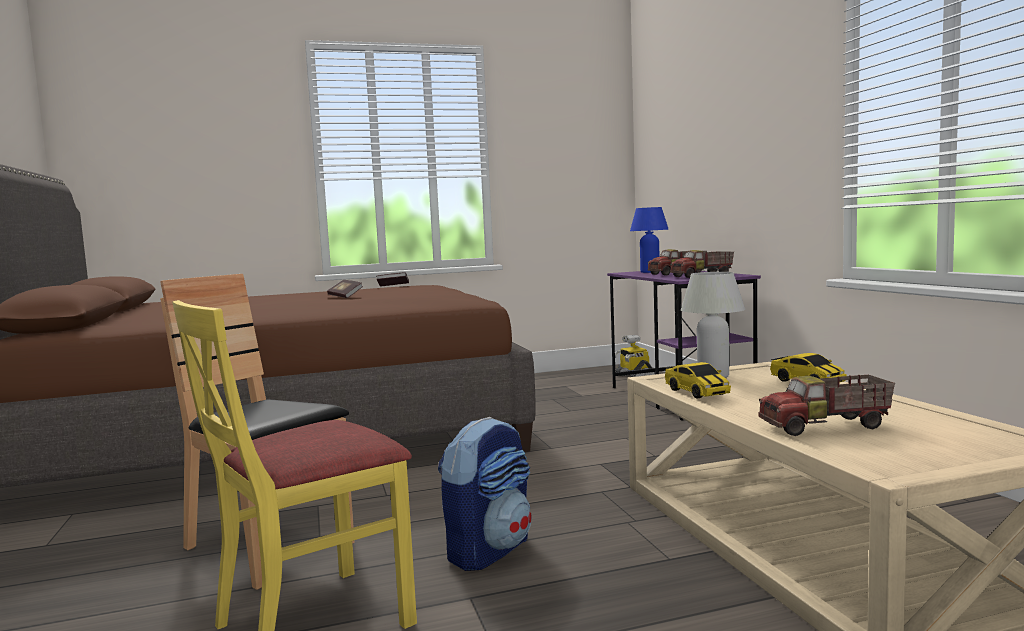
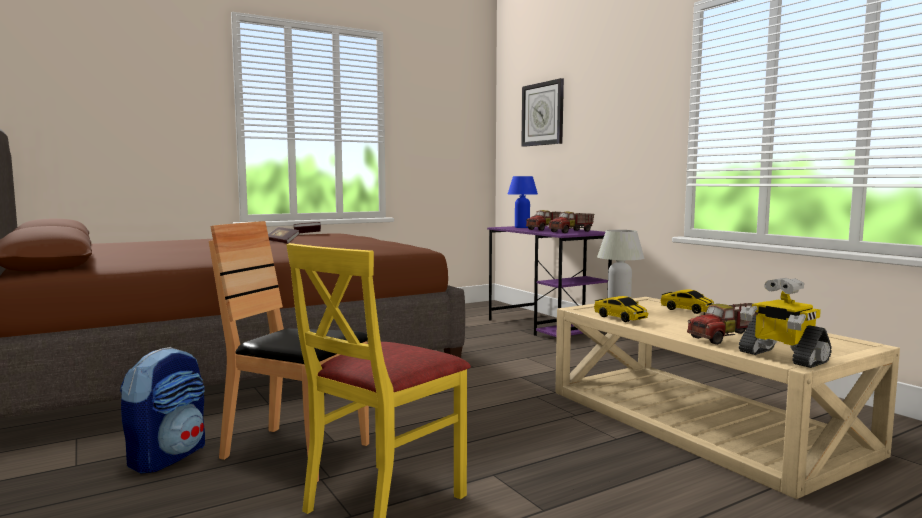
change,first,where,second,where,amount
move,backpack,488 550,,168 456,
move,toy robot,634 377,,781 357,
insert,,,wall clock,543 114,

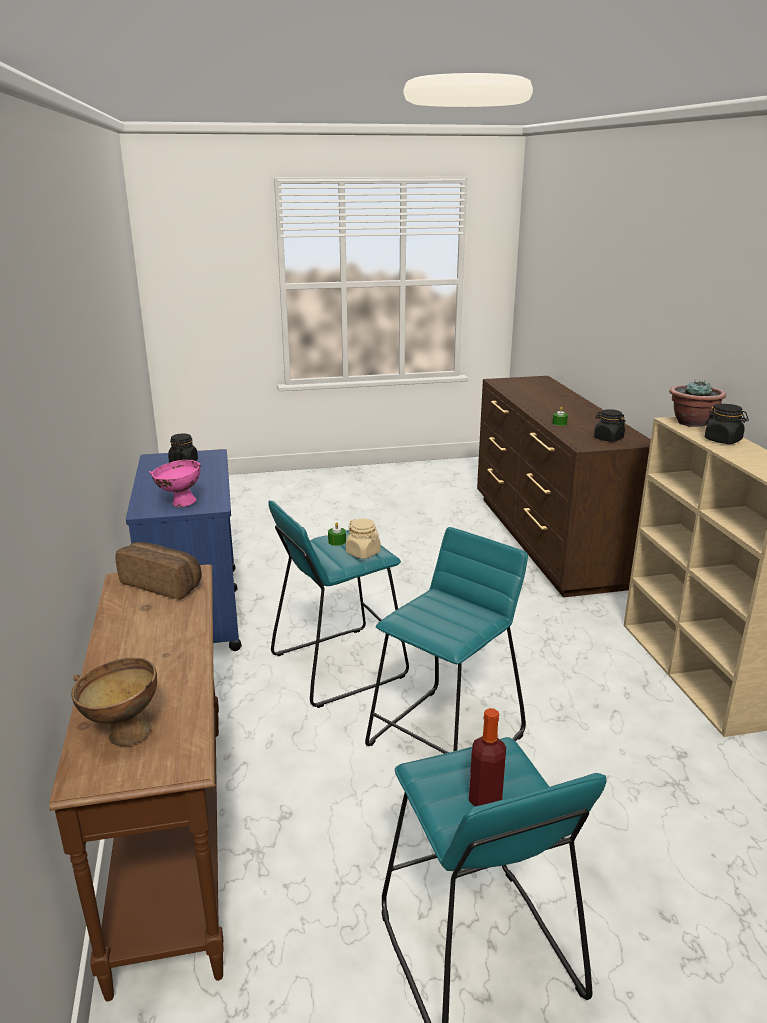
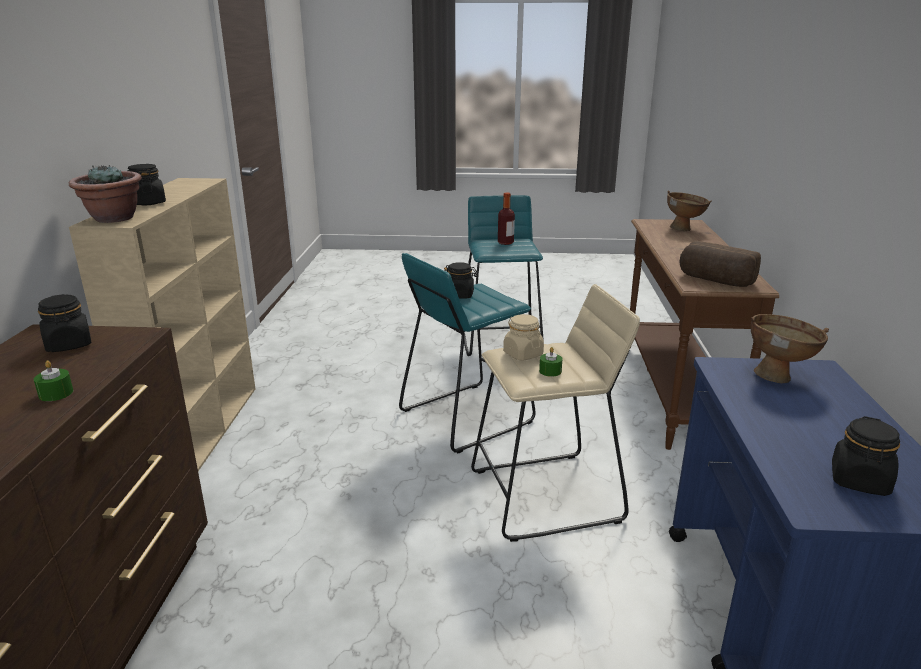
change,first,where,second,where,amount
recolor,pink bowl,178 503,brown bowl,779 376,
recolor,turquoise stool,338 665,beige stool,546 496,
insert,,,black jar,460 295,

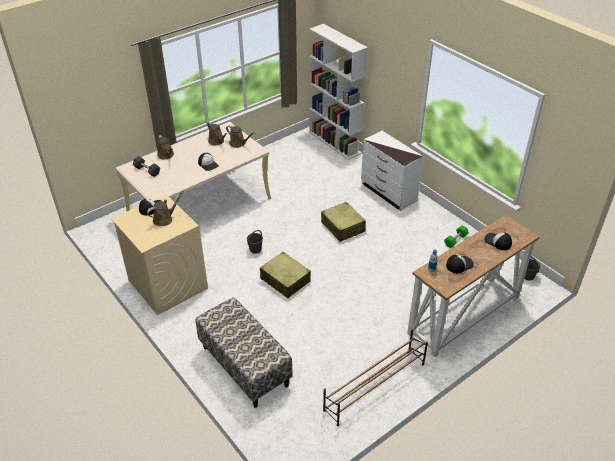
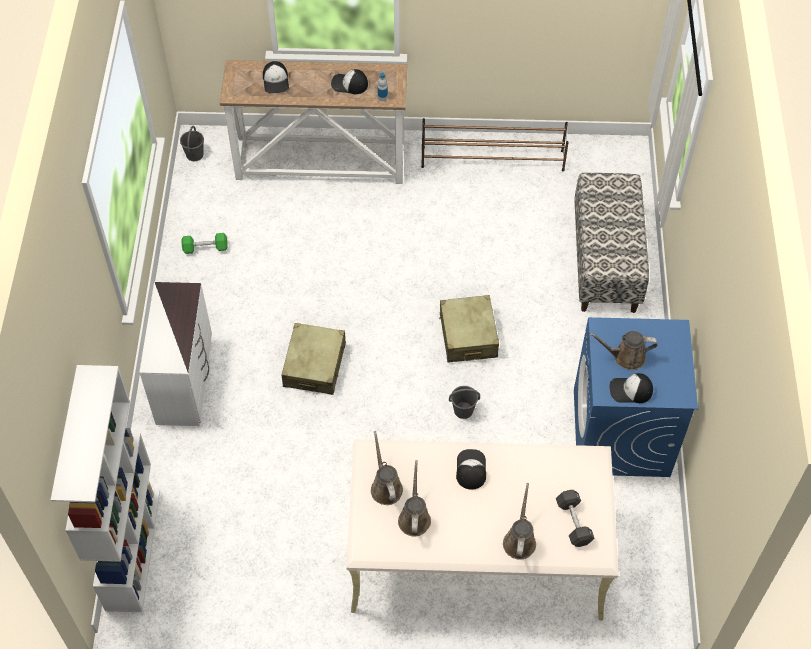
change,first,where,second,where,amount
recolor,beige washing machine,167 284,blue washing machine,621 433,

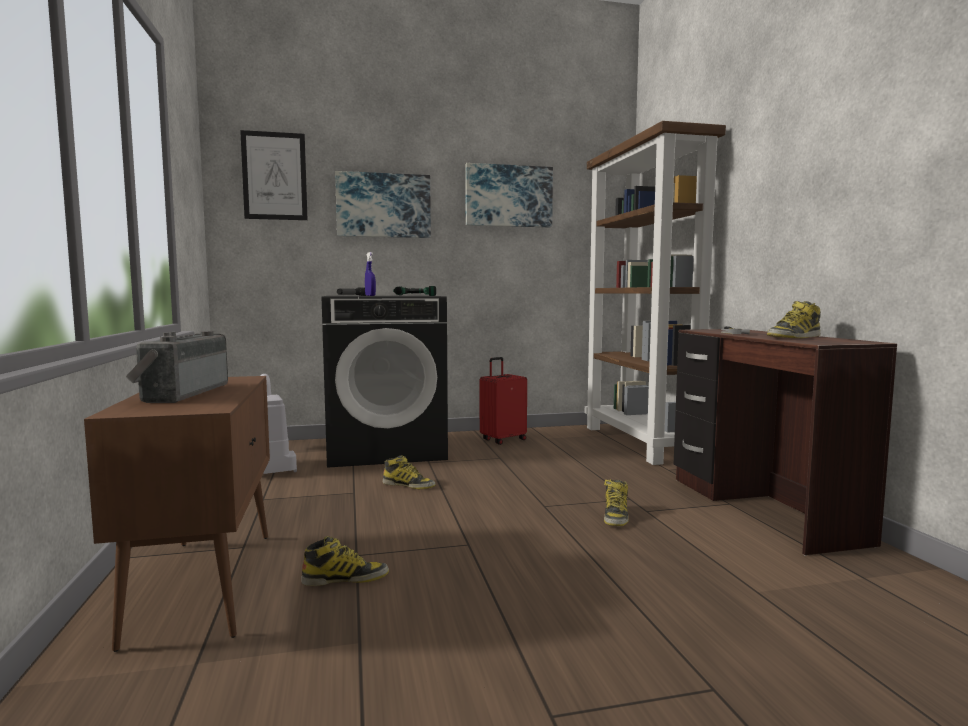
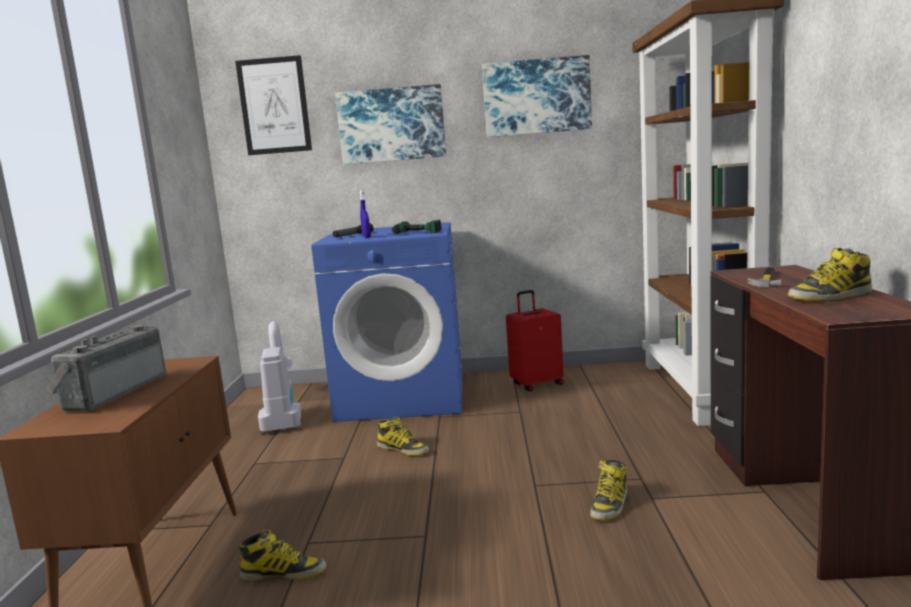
change,first,where,second,where,amount
recolor,black washing machine,386 449,blue washing machine,404 397,

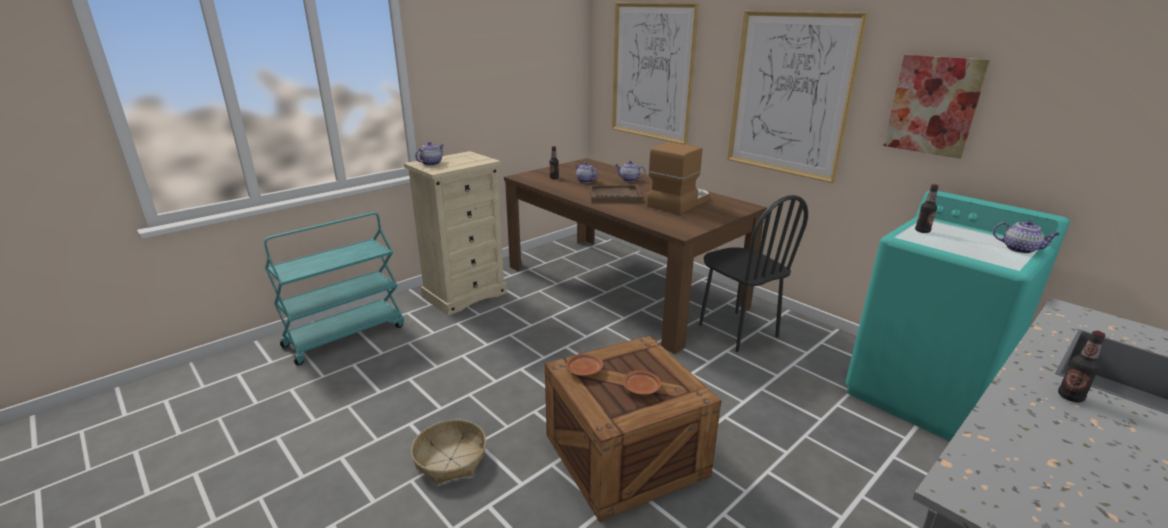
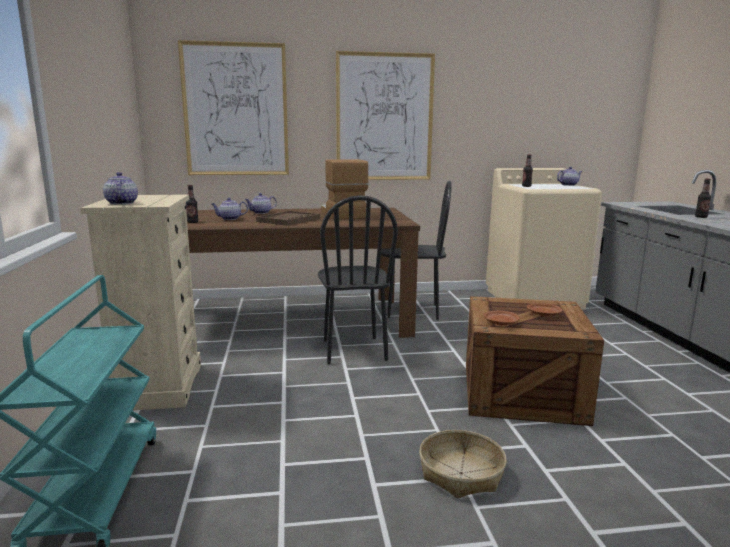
change,first,where,second,where,amount
recolor,turquoise washing machine,922 394,beige washing machine,534 299,
delete,picture,933 105,,,
insert,,,black chair,353 350,

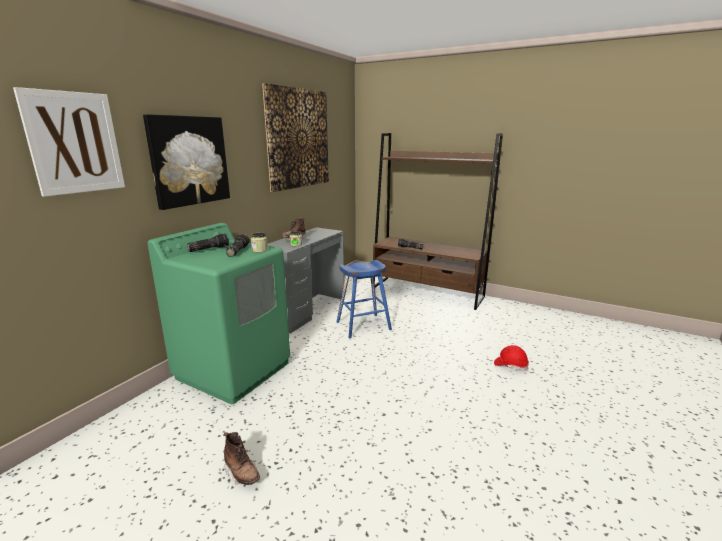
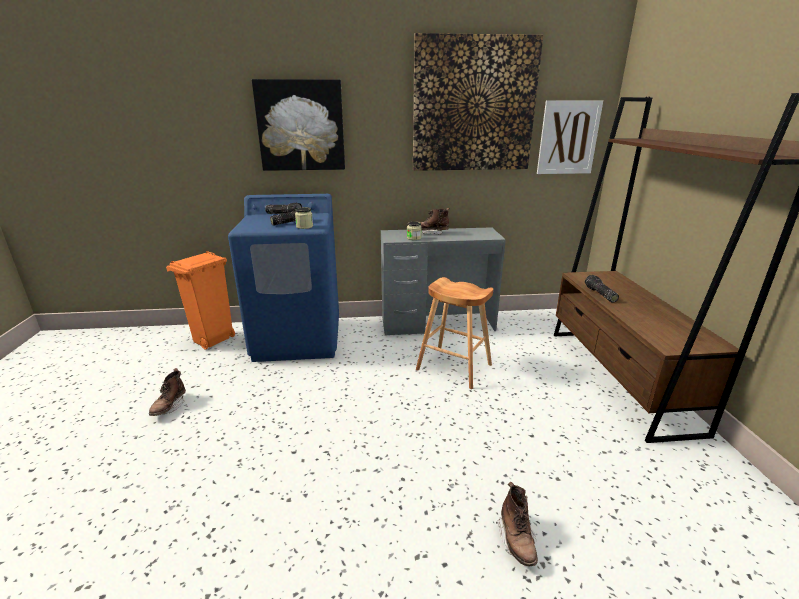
change,first,where,second,where,amount
move,picture,74 143,,568 138,
recolor,green washing machine,234 370,blue washing machine,298 339,
recolor,blue stool,363 326,brown stool,454 367,
replace,red hard hat,510 365,brown boot,516 541,
insert,,,orange trash can,213 340,

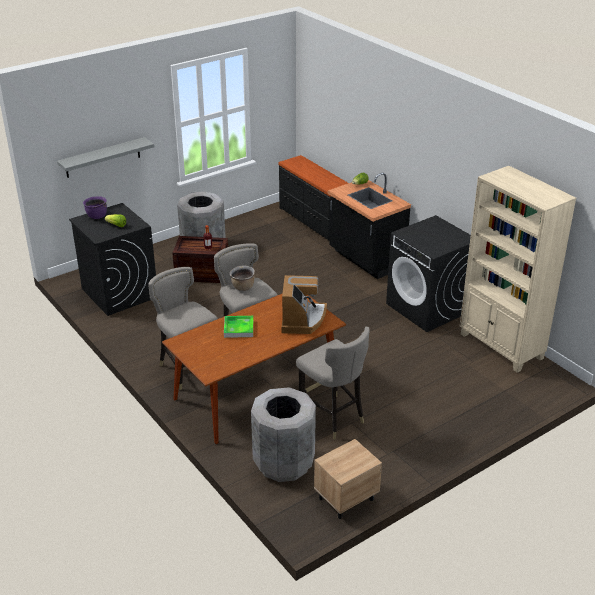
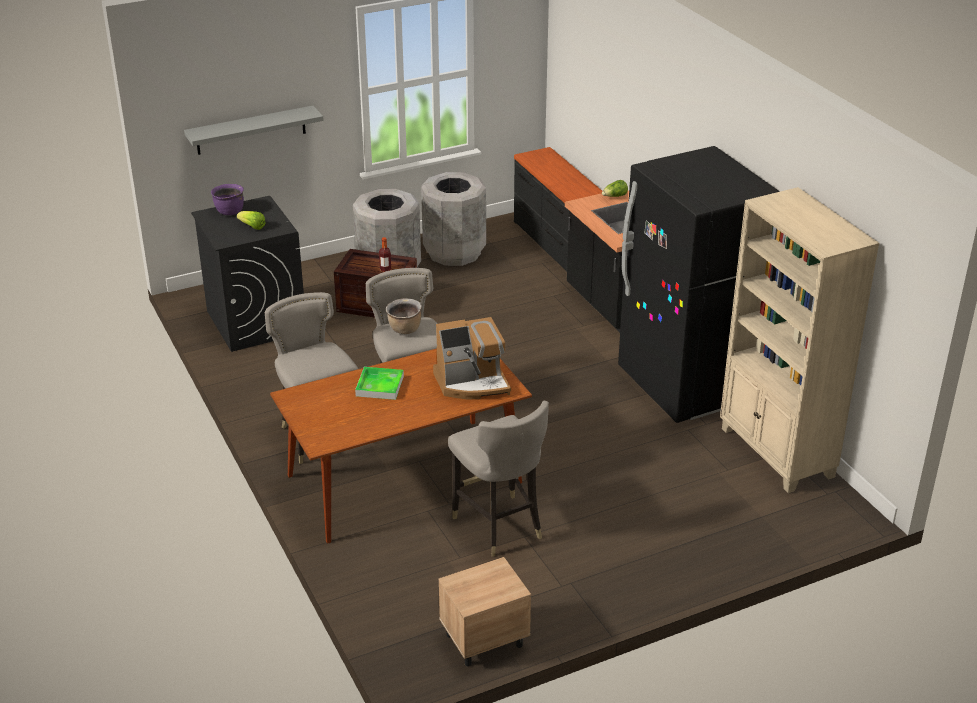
change,first,where,second,where,amount
move,grey trash can,284 463,,454 252,
rotate,coffee machine,302 320,,472 383,60 degrees clockwise
replace,black washing machine,427 308,black fridge,685 386,

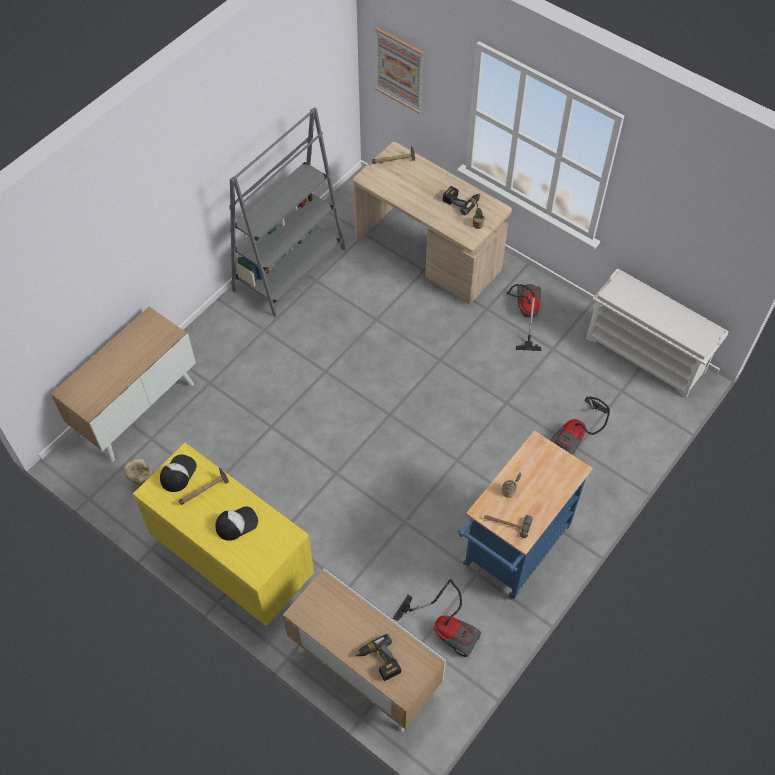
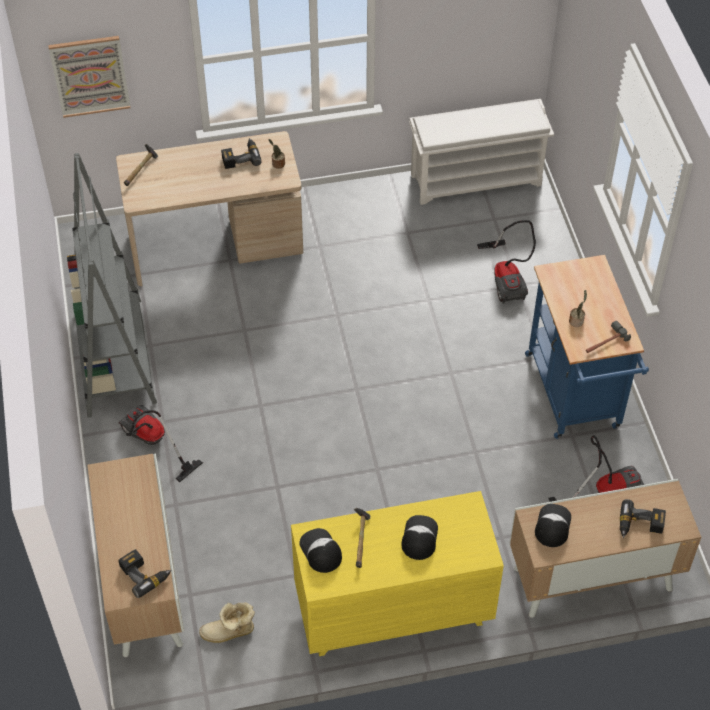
change,first,where,second,where,amount
move,vacuum cleaner,525 315,,151 443,
insert,,,power drill,145 574,
insert,,,cap,552 526,

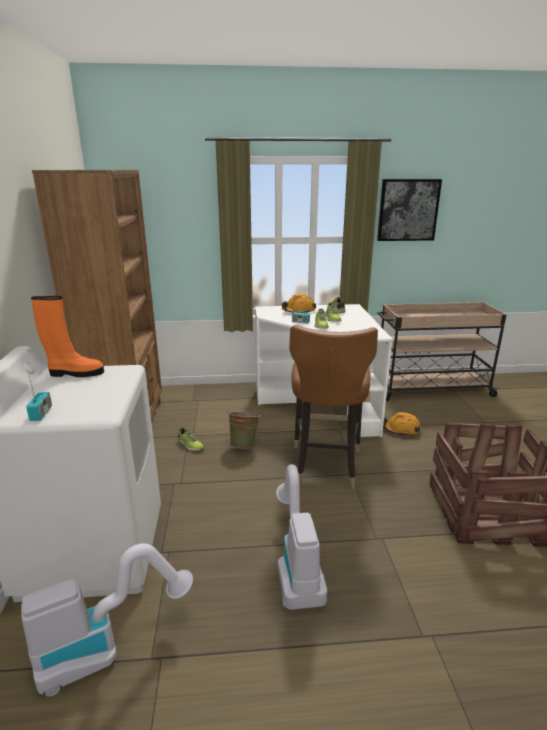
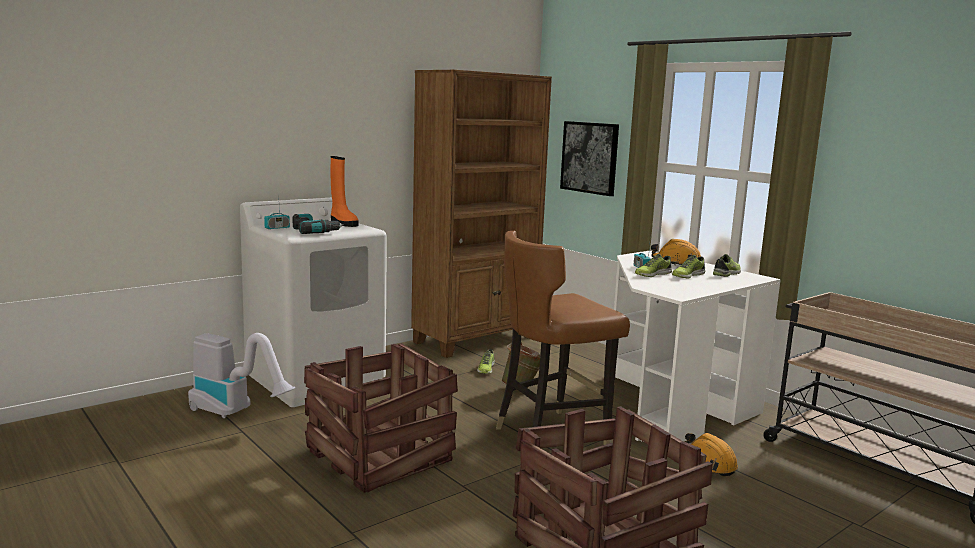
change,first,where,second,where,amount
replace,vacuum cleaner,296 566,crate,378 455,
move,picture,408 210,,590 157,
insert,,,power drill,314 231,

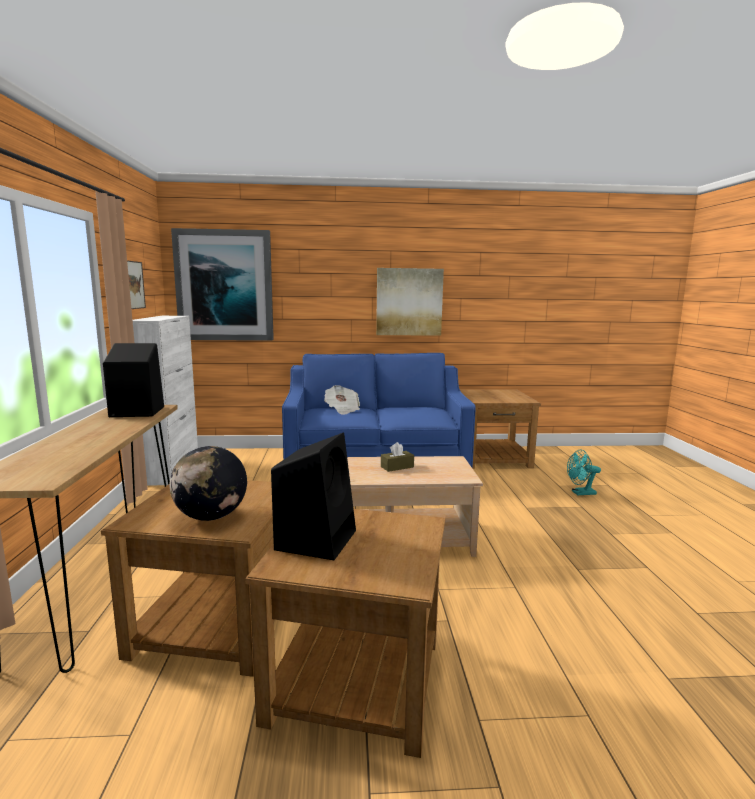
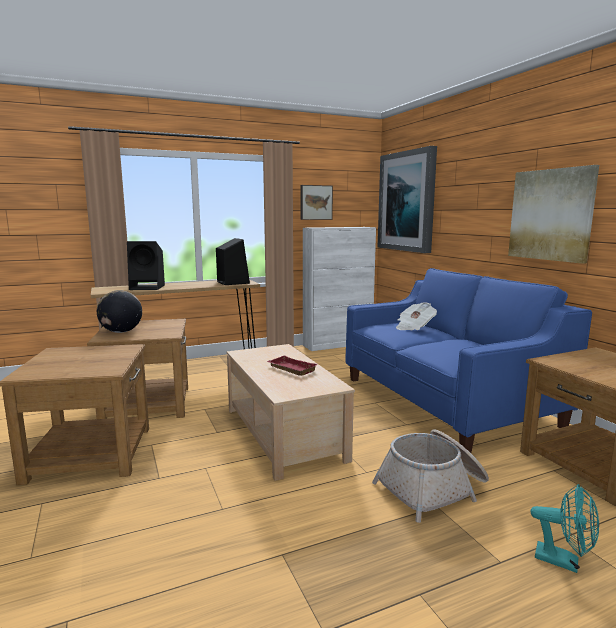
change,first,where,second,where,amount
move,black speaker,316 539,,148 287,
replace,brown tissue box,397 467,red tray,290 369,
rotate,turquoise fan,580 493,,564 561,150 degrees clockwise
insert,,,basket,433 489,

